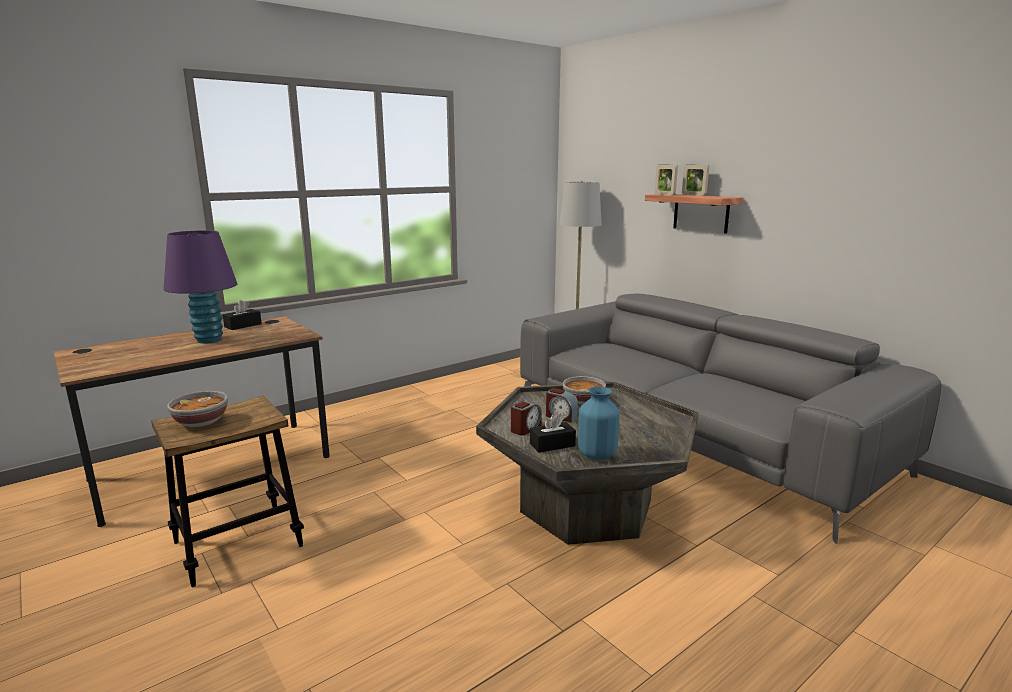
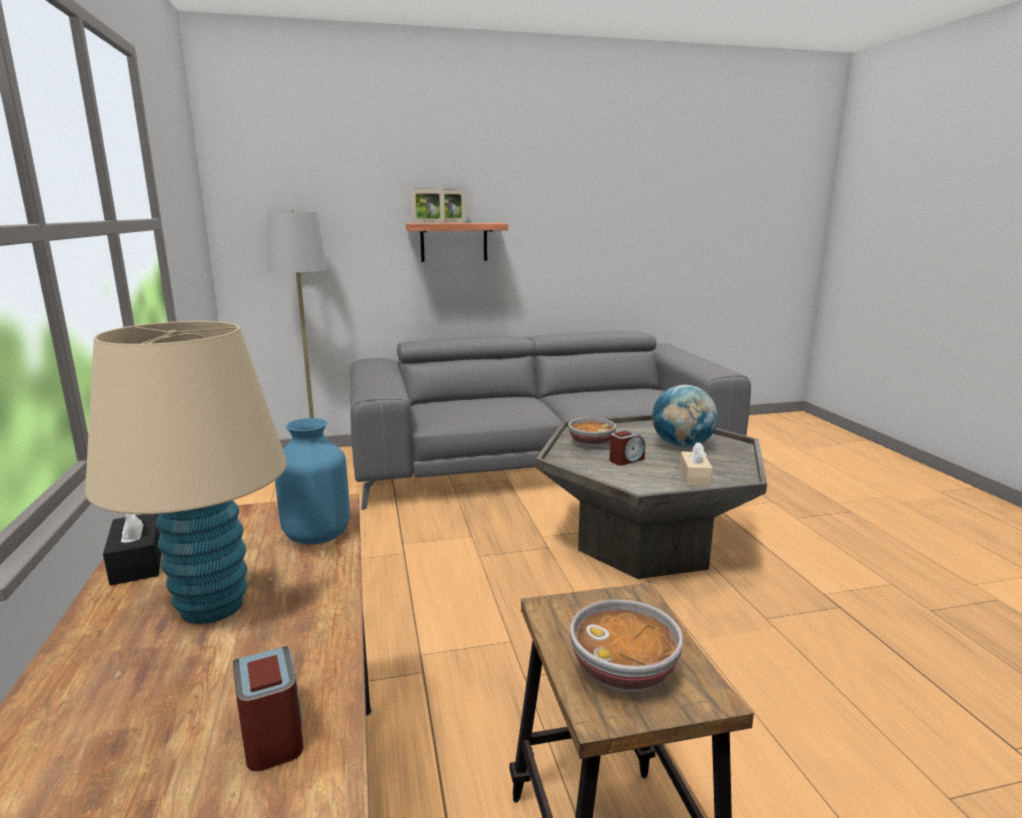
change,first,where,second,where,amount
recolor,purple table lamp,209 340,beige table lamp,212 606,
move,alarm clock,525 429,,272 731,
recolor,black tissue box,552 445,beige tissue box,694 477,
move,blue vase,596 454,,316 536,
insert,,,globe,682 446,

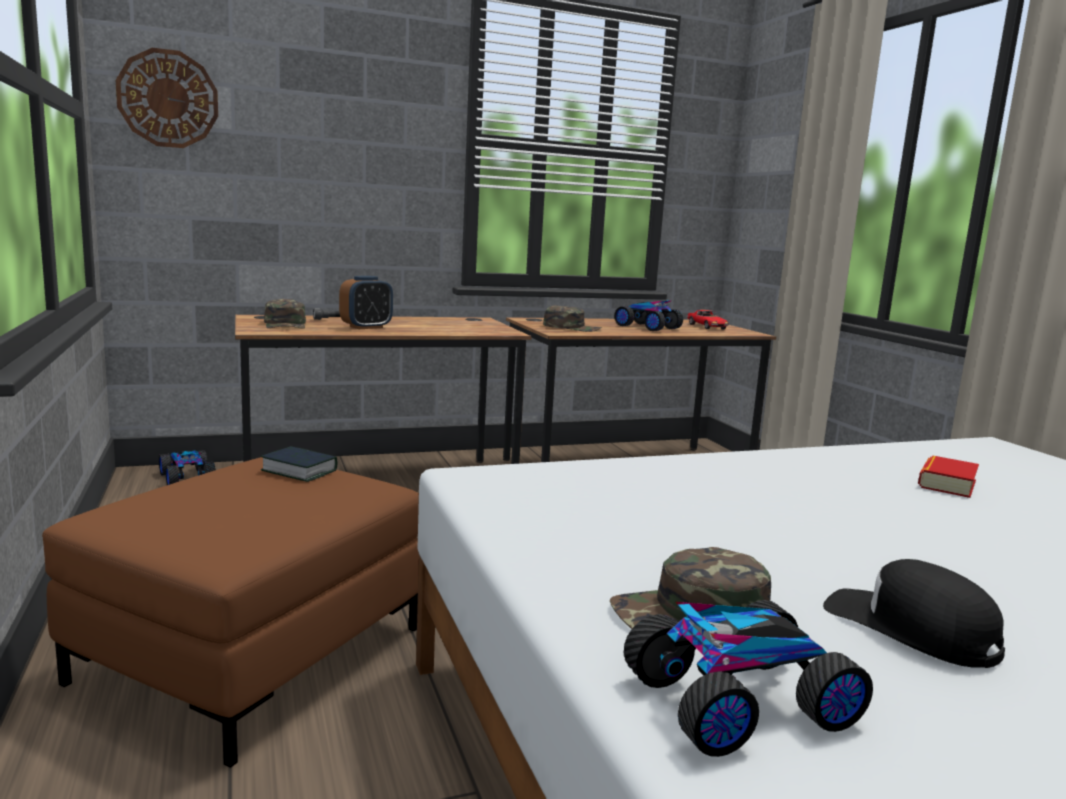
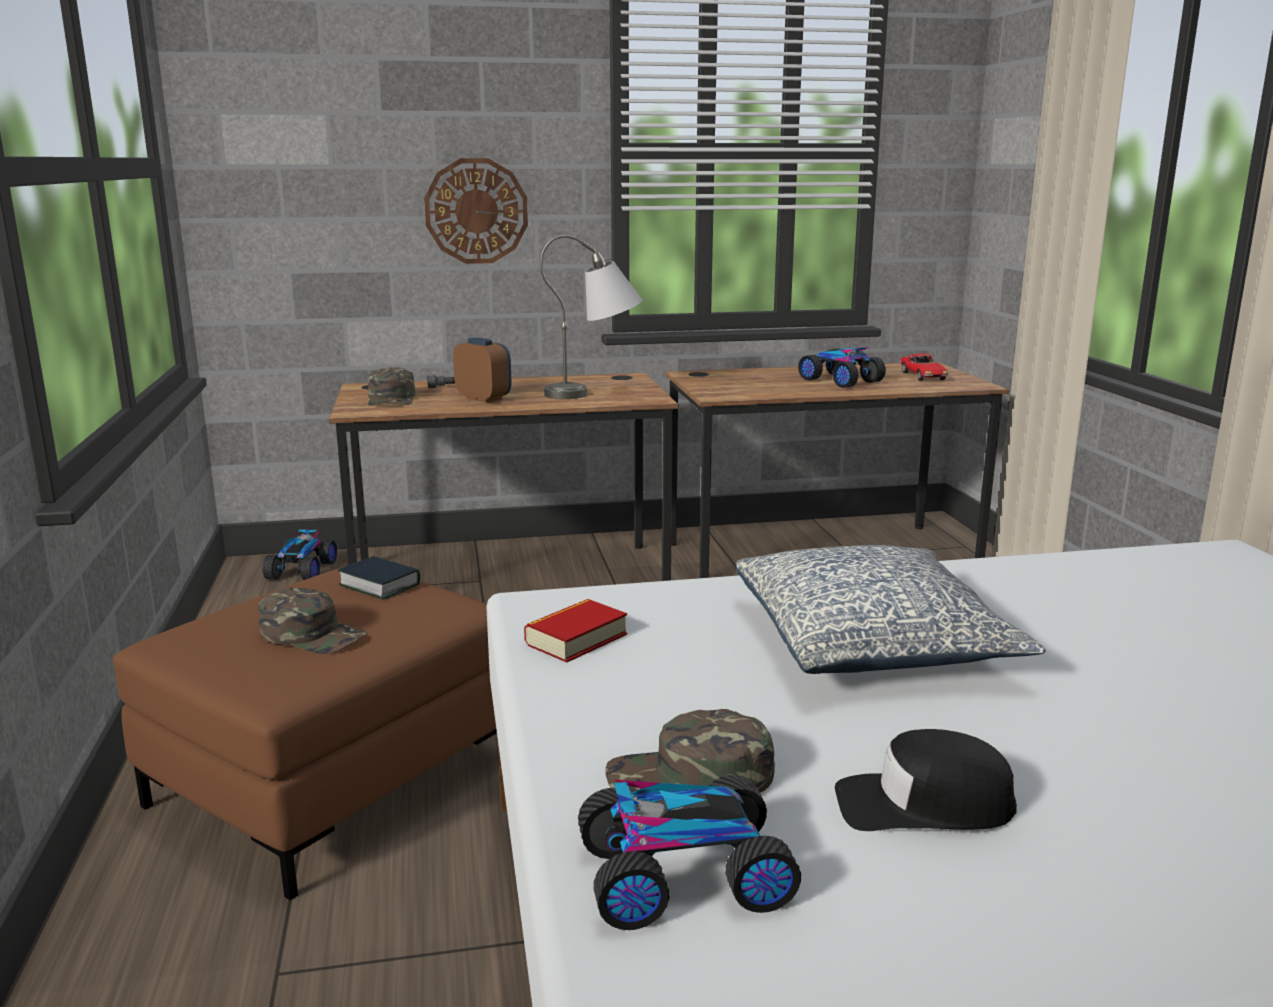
change,first,where,second,where,amount
move,wall clock,168 99,,476 211,
rotate,toy car,188 478,,300 570,150 degrees counterclockwise
rotate,alarm clock,366 327,,483 398,105 degrees counterclockwise
move,green cap,572 328,,313 634,
rotate,black cap,910 628,,923 805,60 degrees counterclockwise
move,book,947 483,,576 639,
insert,,,grey table lamp,595 393,
insert,,,pillow,872 643,

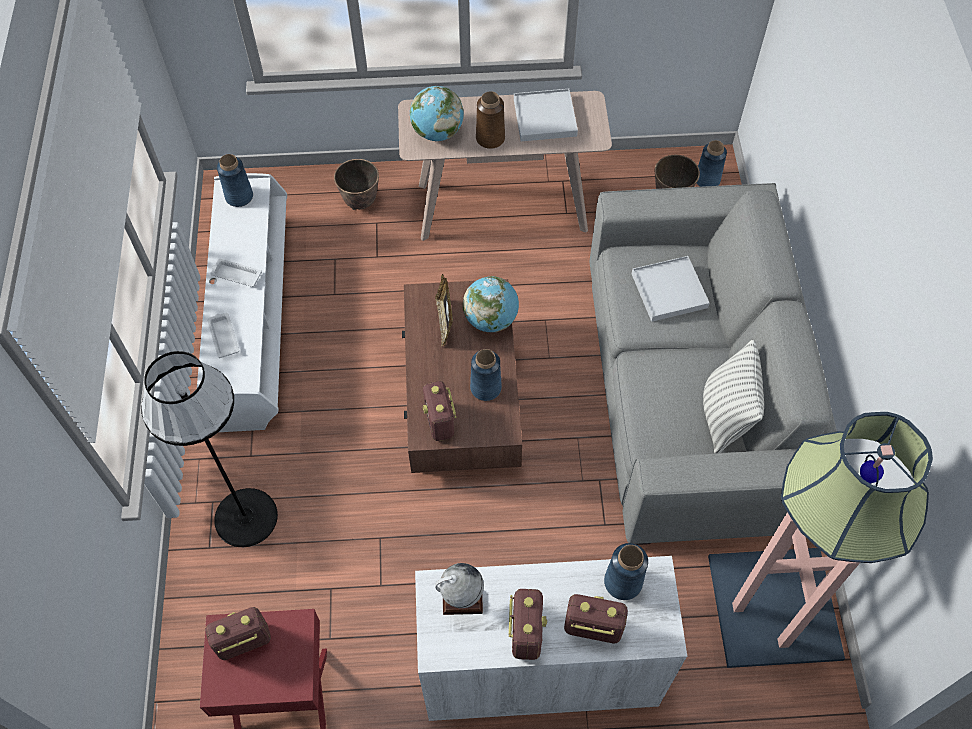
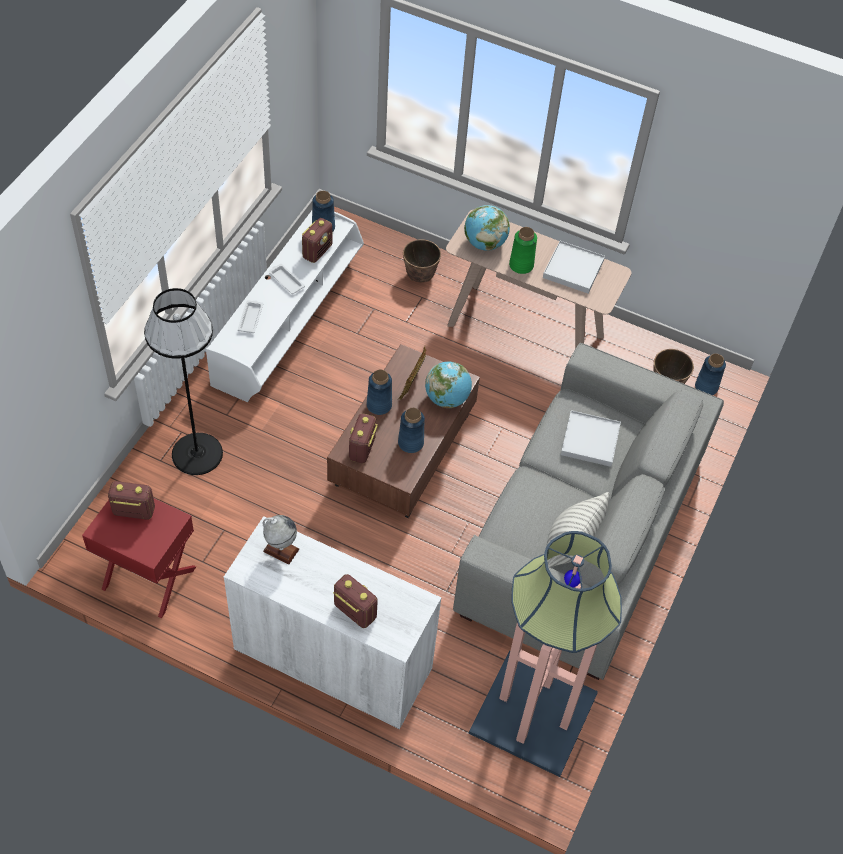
change,first,where,second,where,amount
recolor,brown vase,490 138,green vase,521 265,
move,radio,526 632,,317 251,
move,blue vase,623 582,,379 405,

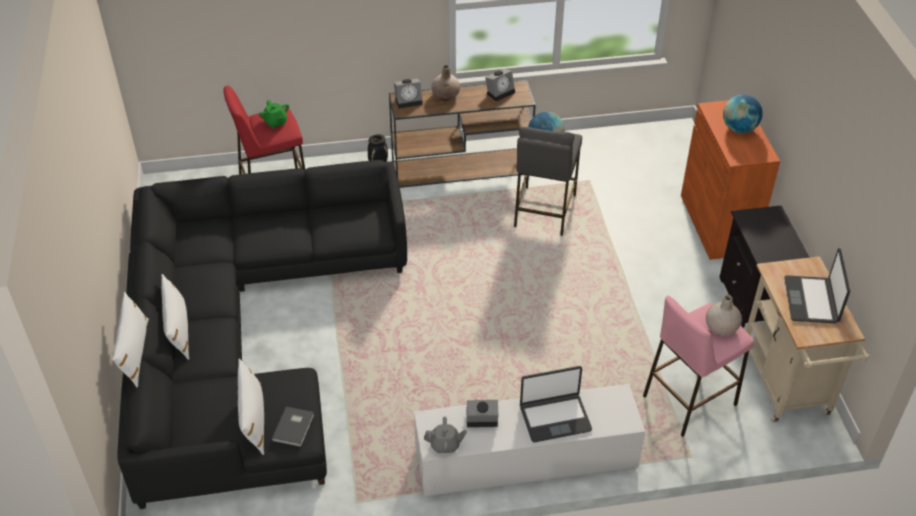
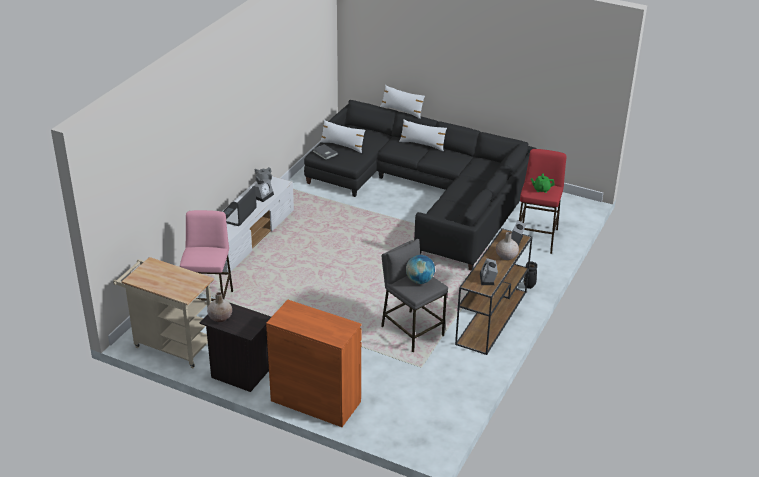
change,first,where,second,where,amount
move,beige vase,721 327,,220 317,
delete,globe,739 129,,,
delete,laptop,812 300,,,

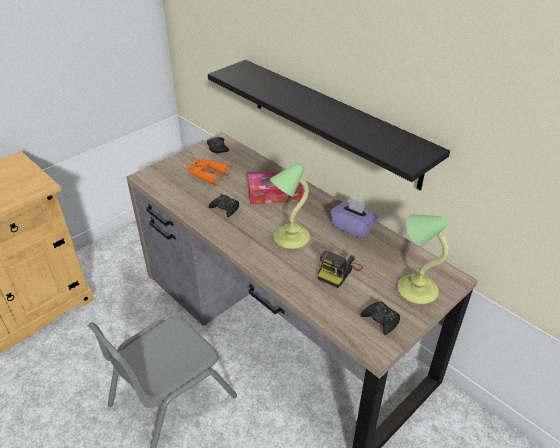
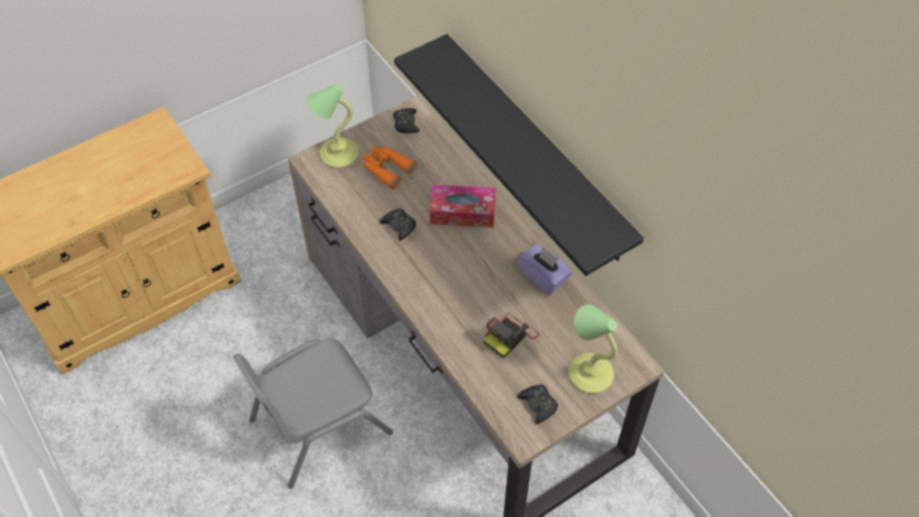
change,first,where,second,where,amount
move,table lamp,290 238,,337 154,

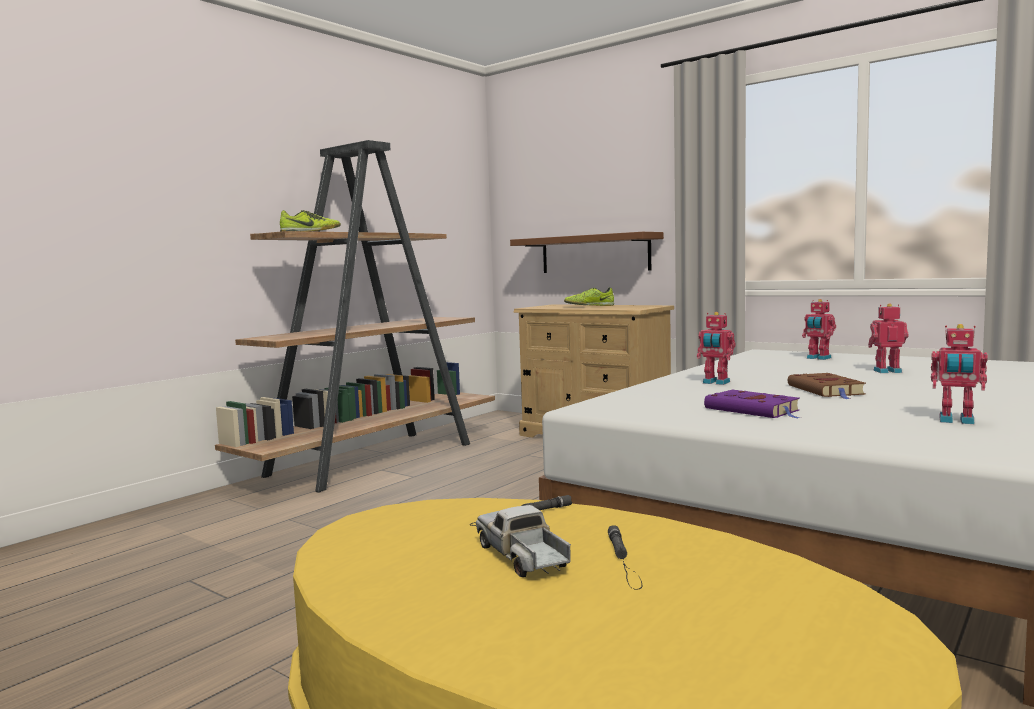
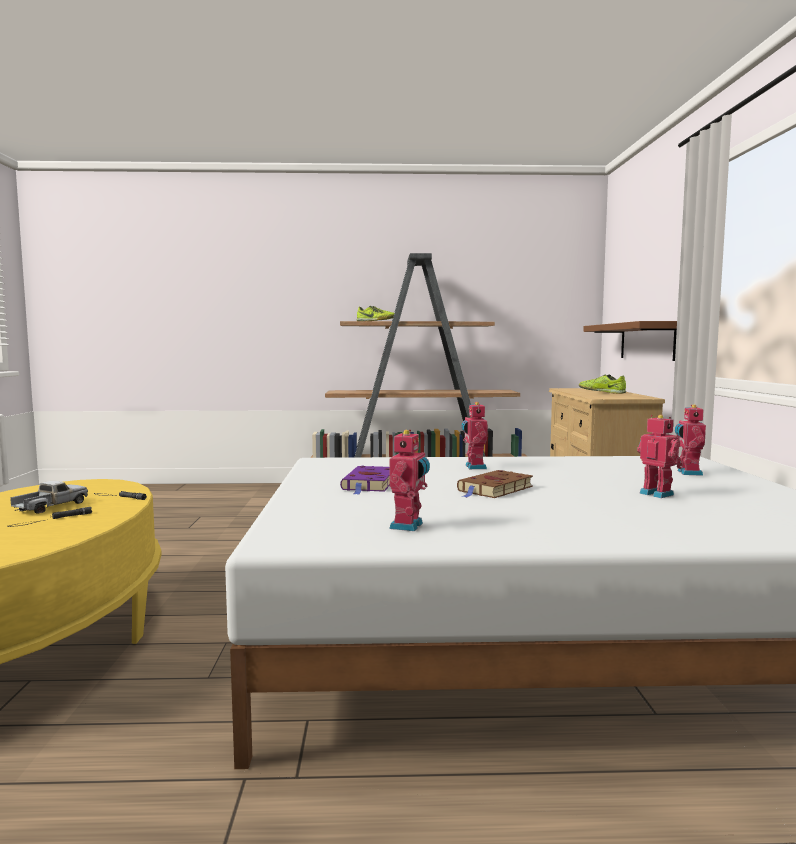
change,first,where,second,where,amount
rotate,toy robot,956 421,,409 526,150 degrees counterclockwise

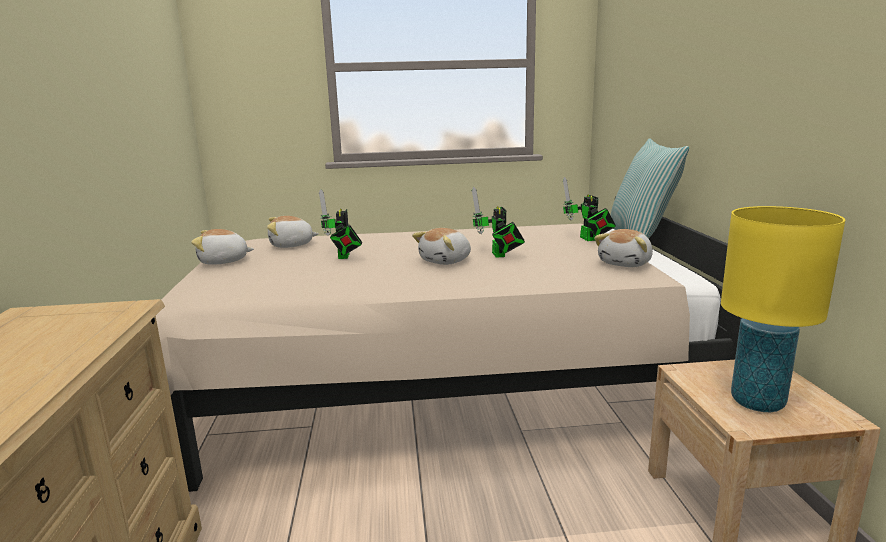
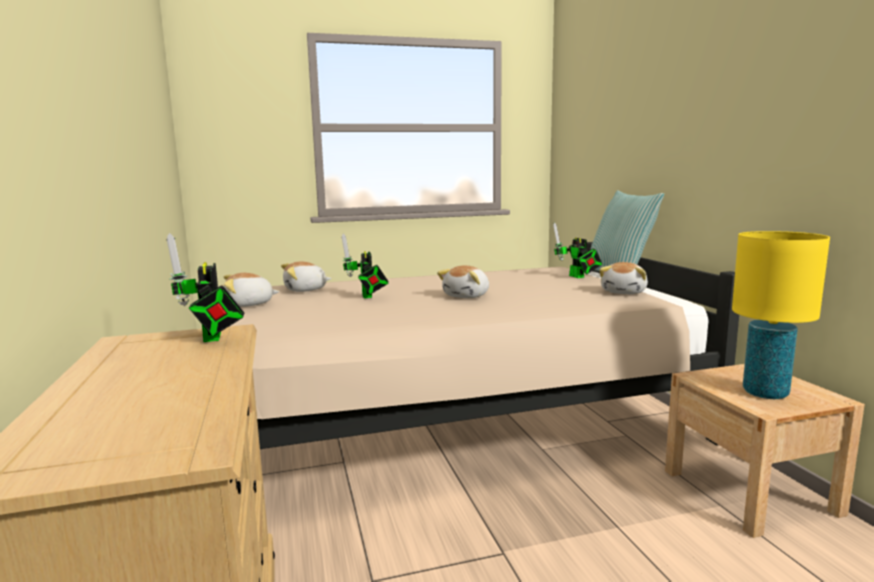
change,first,where,second,where,amount
move,toy robot,499 255,,212 338,

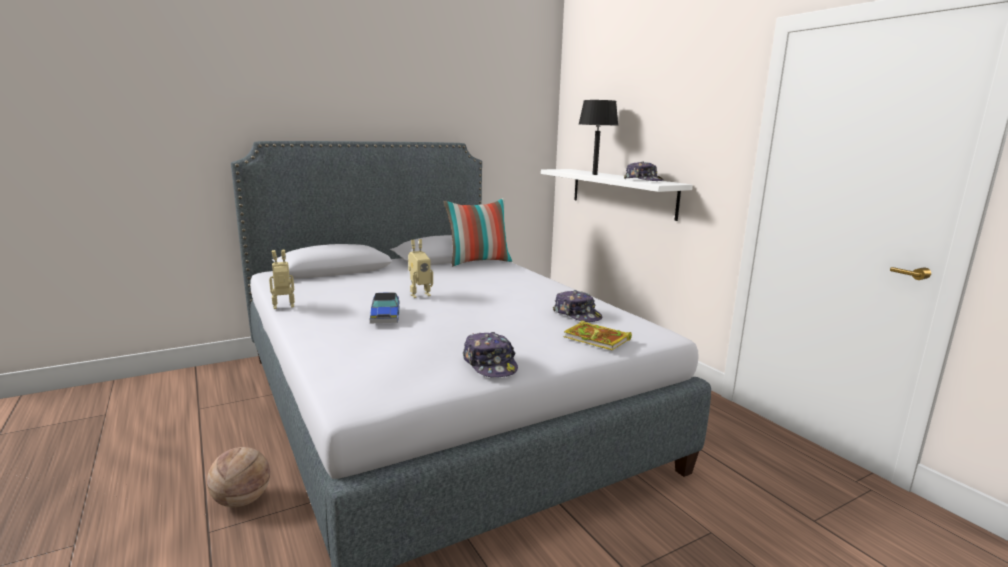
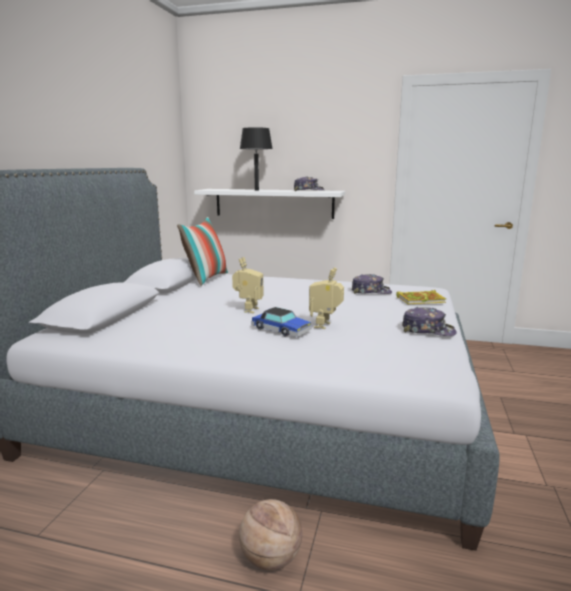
change,first,where,second,where,amount
move,toy robot,284 307,,325 326,

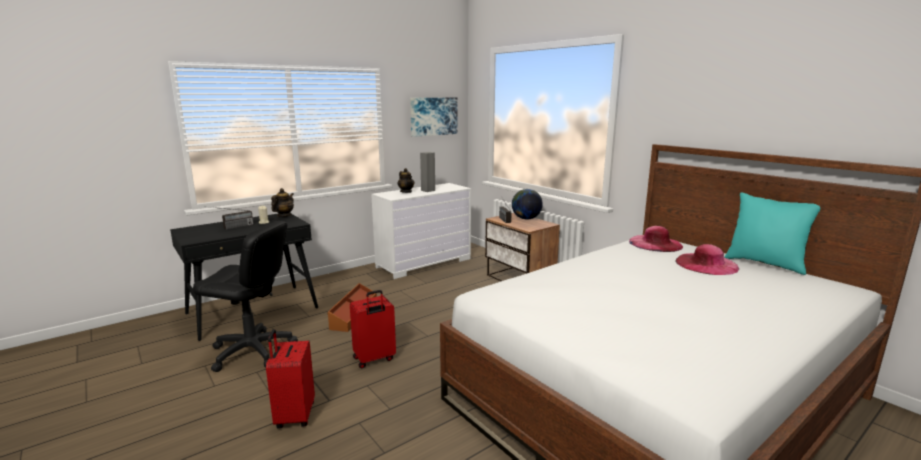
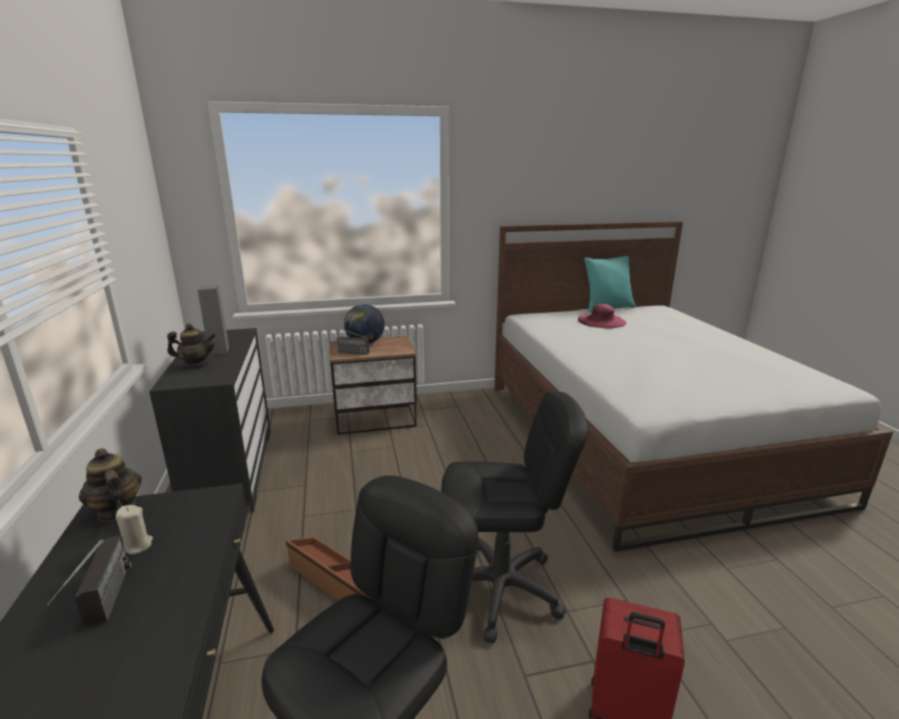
change,first,where,second,where,amount
replace,red suitcase,374 359,black office chair,501 589,
recolor,white dresser,424 263,black dresser,230 469,
delete,picture,433 116,,,
delete,pink hat,655 243,,,

